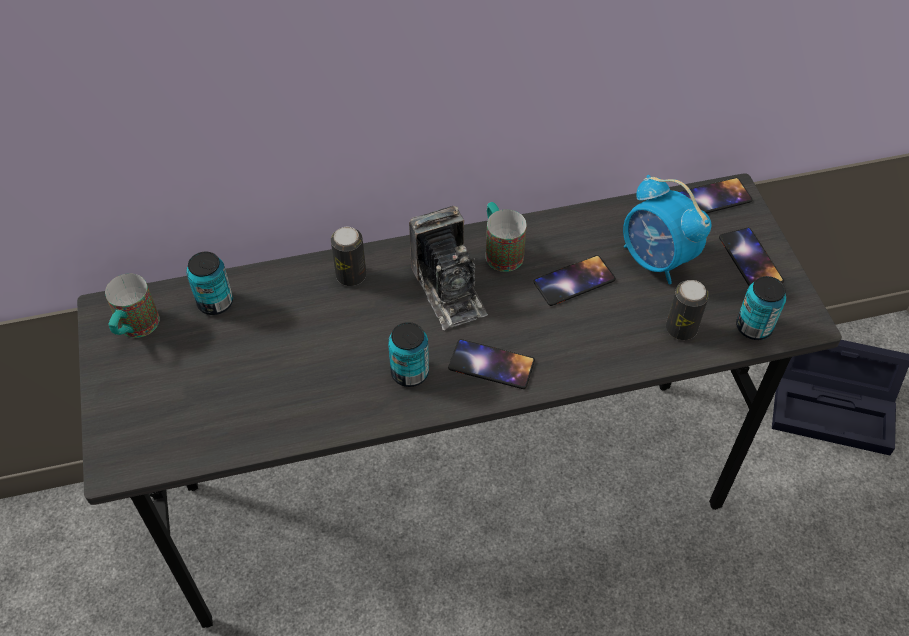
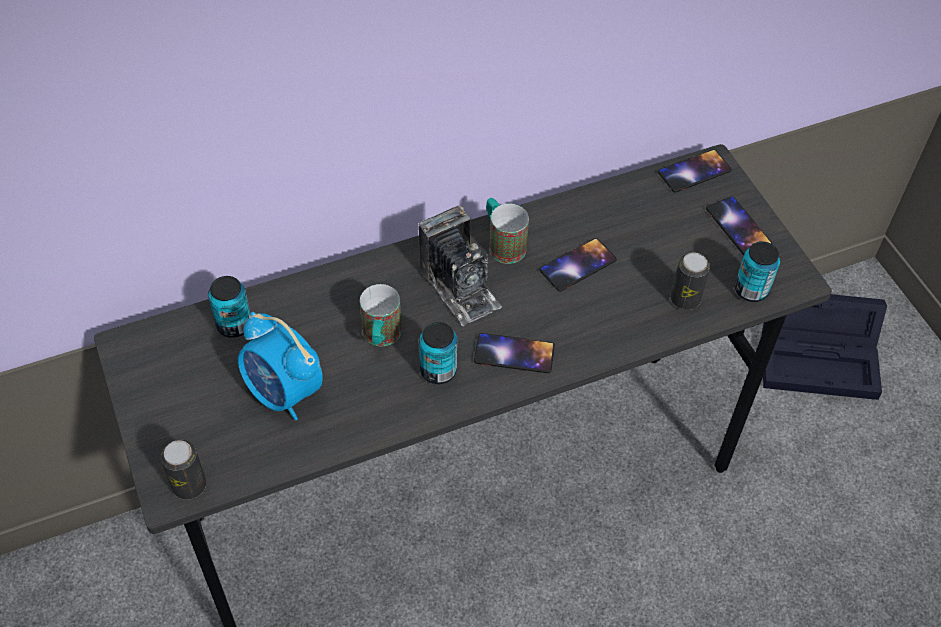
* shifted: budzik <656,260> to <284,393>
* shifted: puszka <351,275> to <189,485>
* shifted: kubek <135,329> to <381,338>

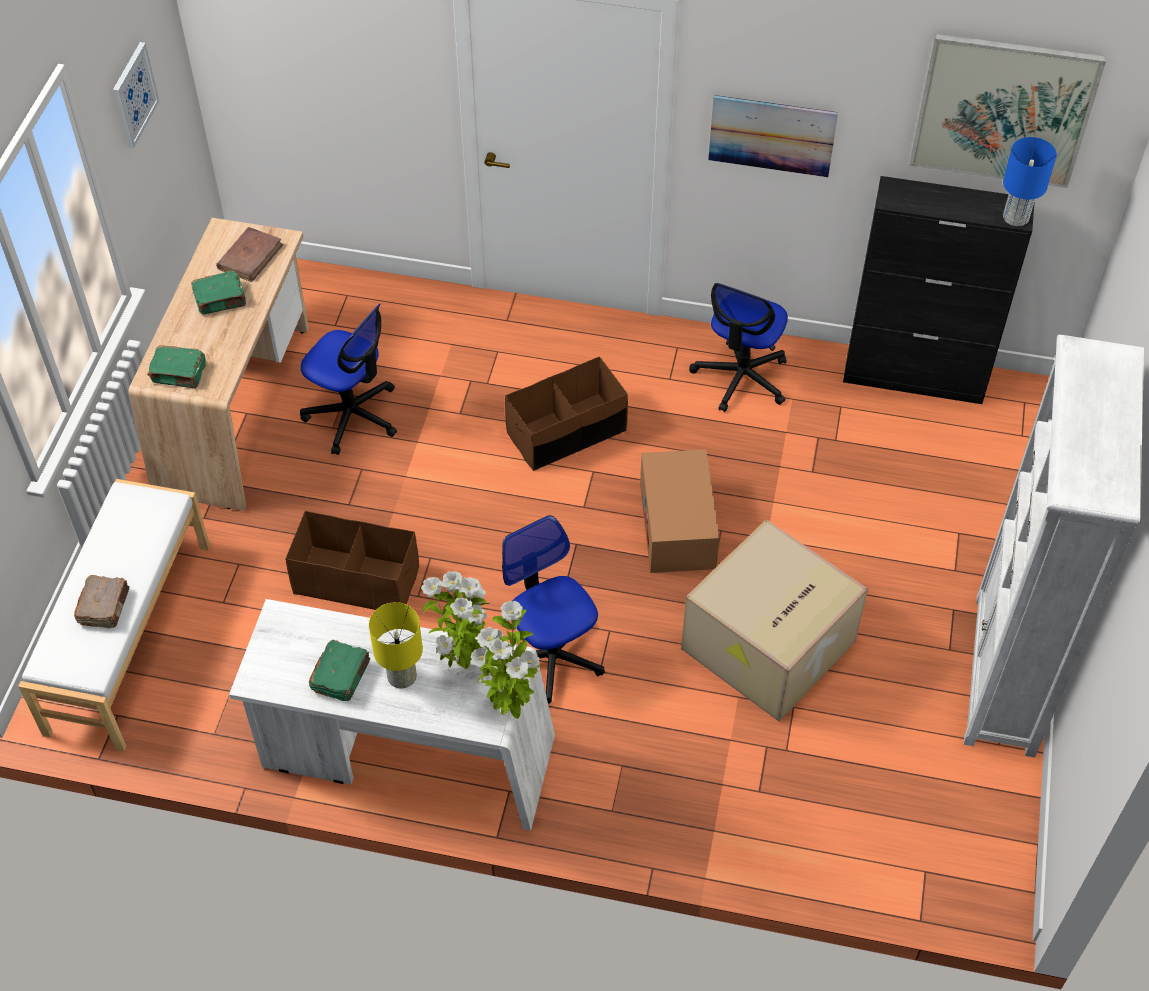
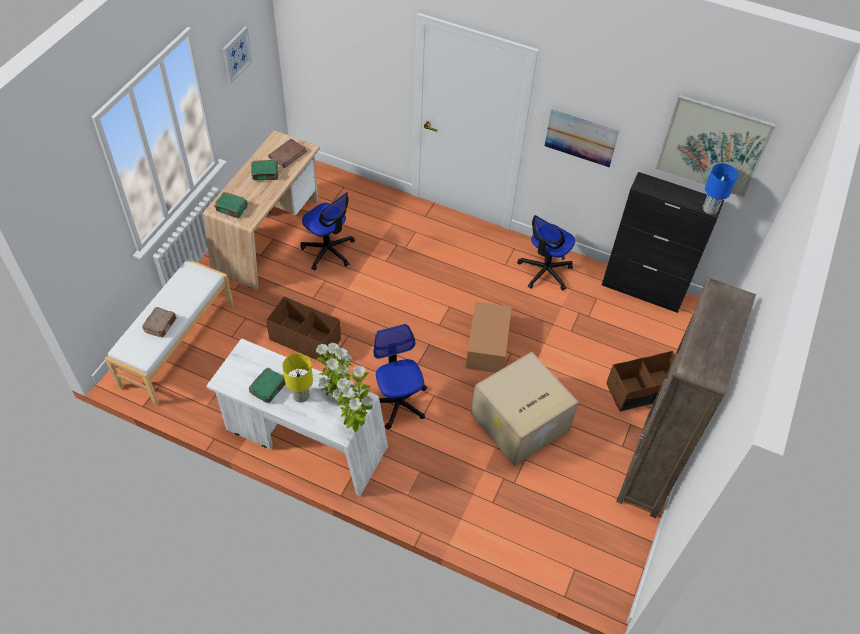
* repainted: regał/biały <1004,675> to regał/brązowy <650,467>
* shifted: pojemnik do przechowywania/brązowy <567,432> to <642,391>

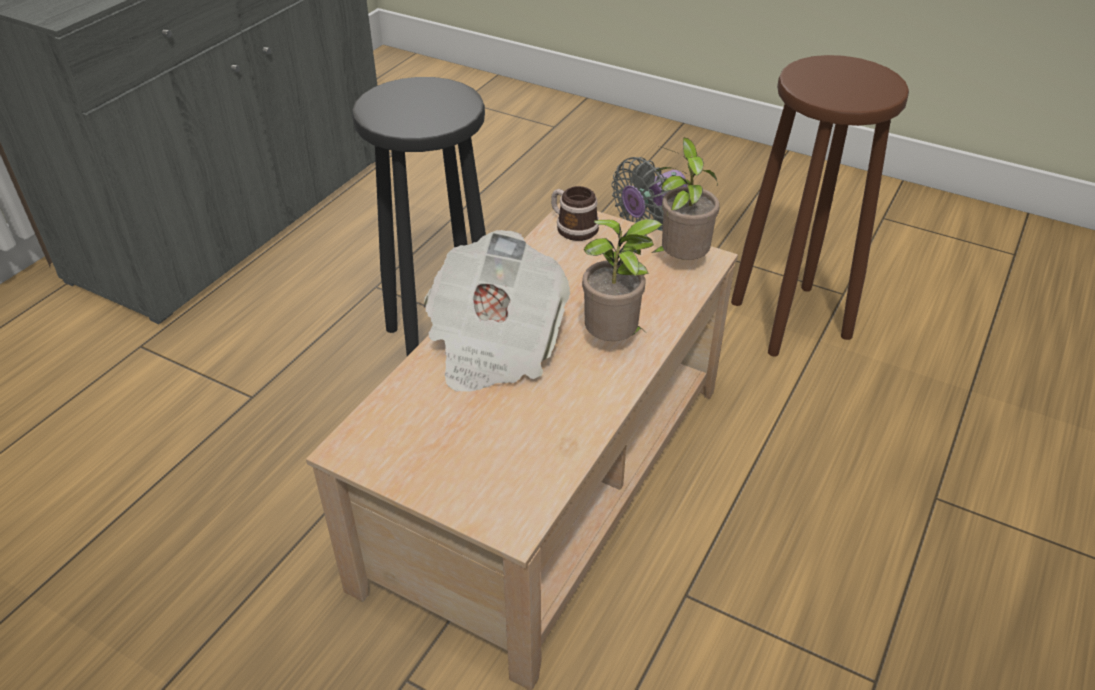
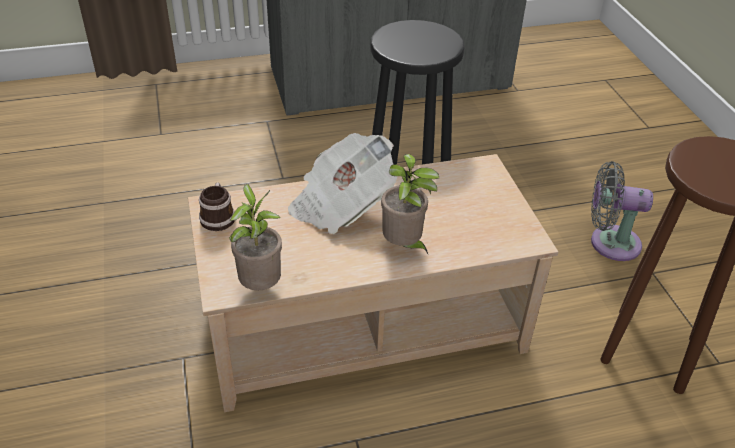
* shifted: roślina doniczkowa <680,261> to <260,285>
* shifted: kubek <572,227> to <218,216>

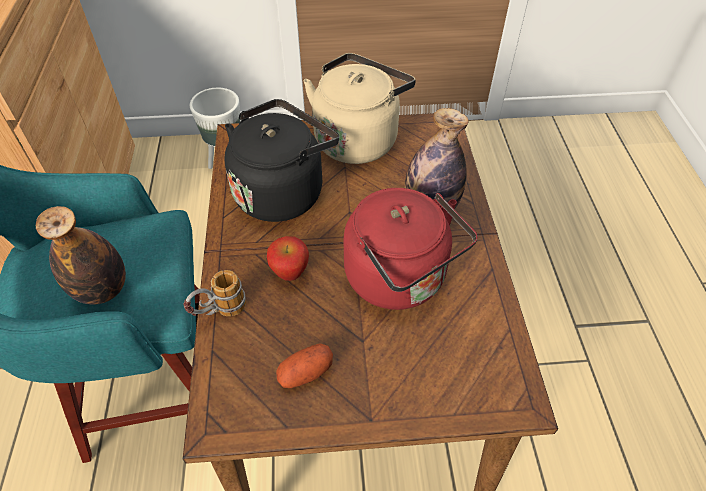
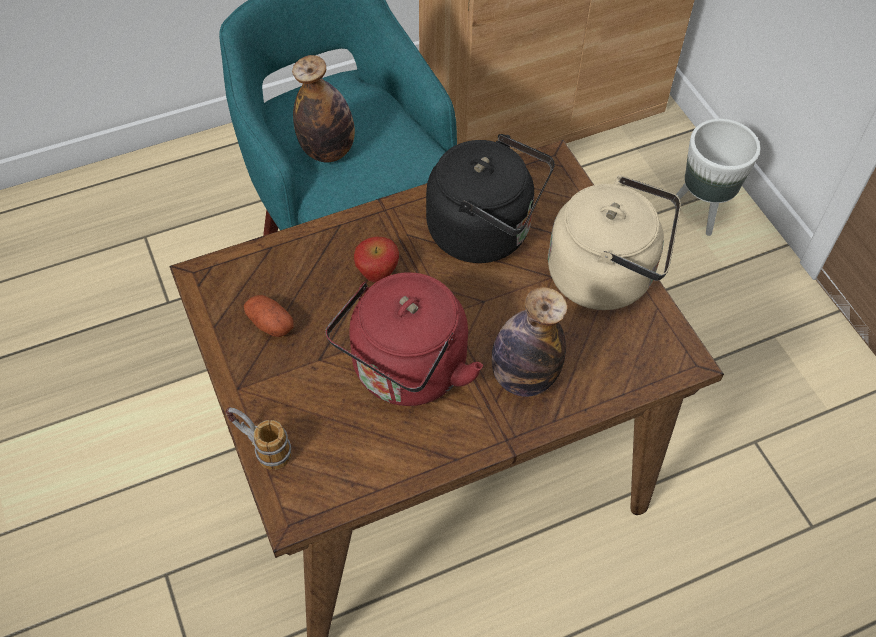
* shifted: kubek <219,312> to <261,447>

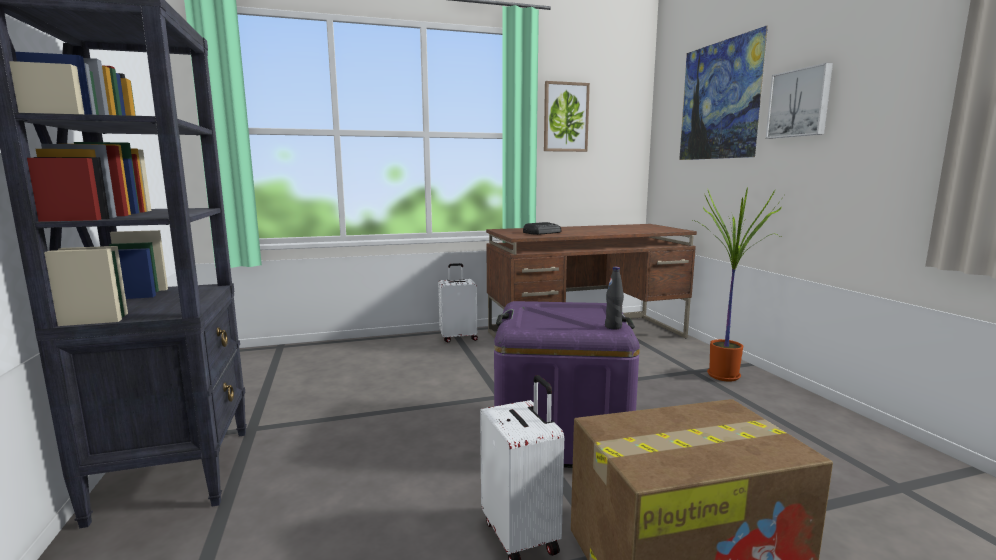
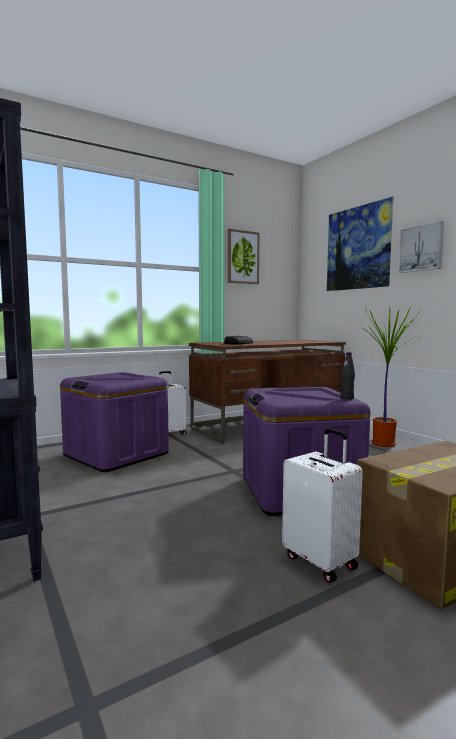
* new: pojemnik do przechowywania/fioletowy <116,454>

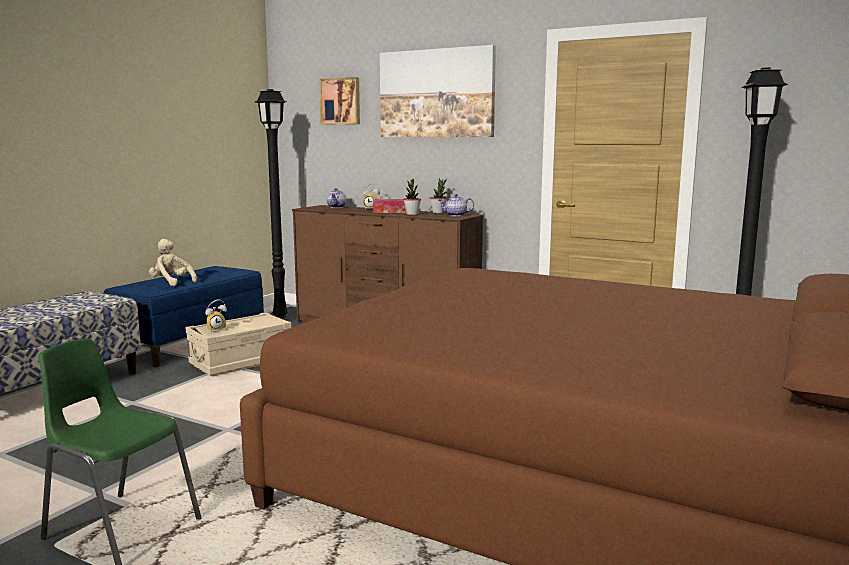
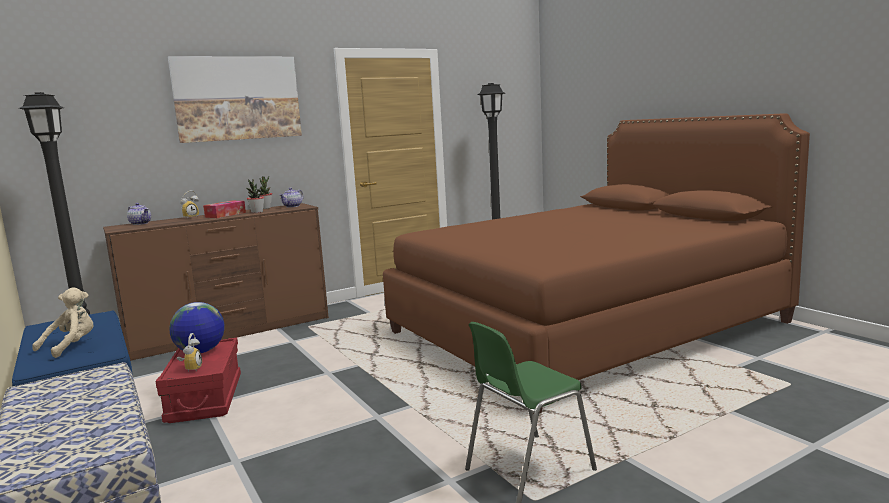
* gone: obraz <341,101>
* rotated: pluszak/beżowy <171,283> = <71,346> 150 degrees clockwise
* repainted: pojemnik do przechowywania/beżowy <241,361> to pojemnik do przechowywania/czerwony <205,398>
* new: globus <200,352>

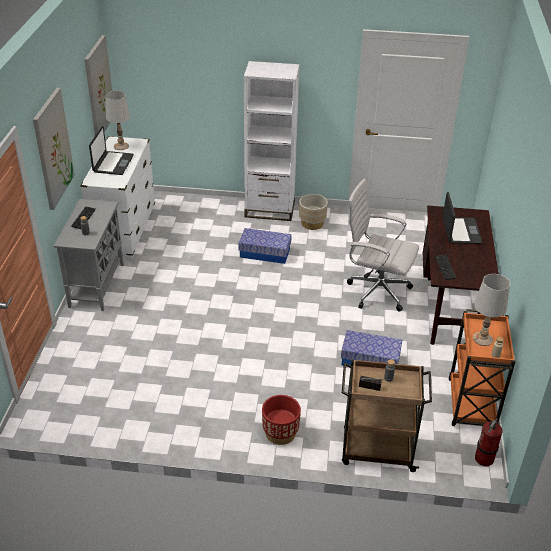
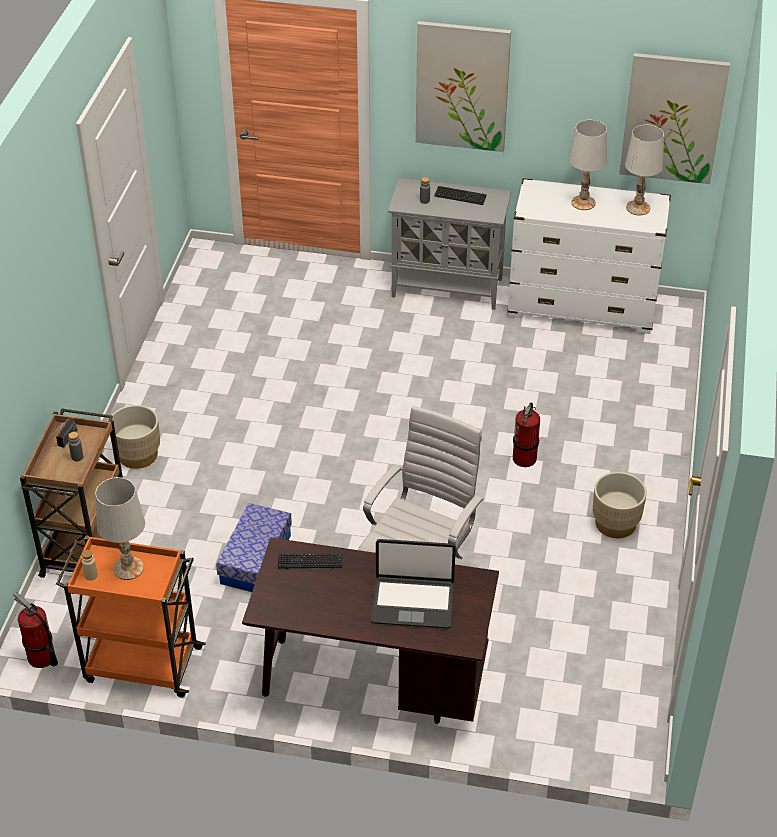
* gone: regał/biały <269,210>
* swapped: laptop <113,164> to lampa stołowa/biały <583,203>
* swapped: pojemnik do przechowywania <265,253> to gaśnica <525,458>
* repainted: donica/czerwony <280,433> to donica/beżowy <138,455>

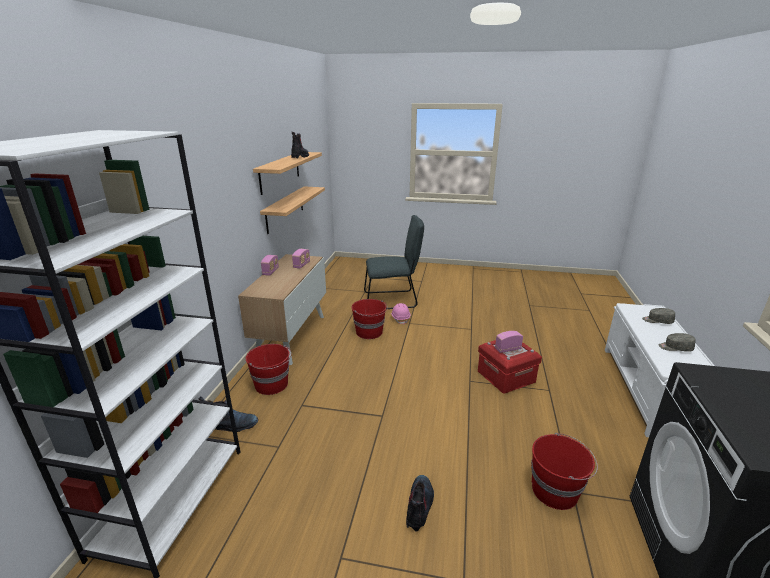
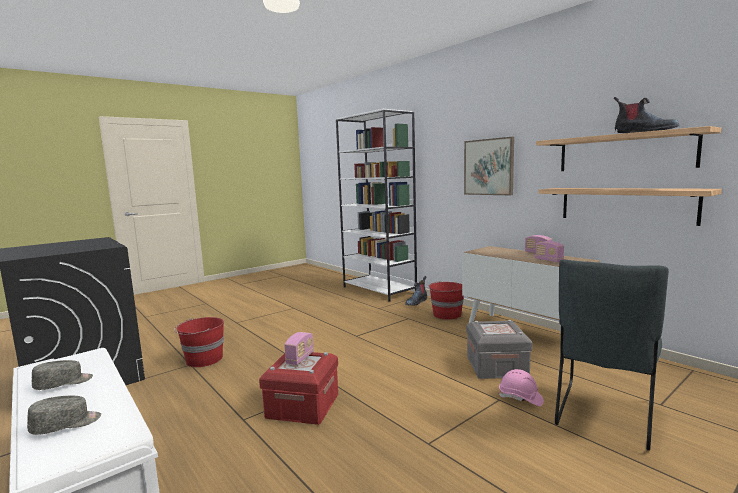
* swapped: wiadro/czerwony <369,332> to pojemnik do przechowywania/szary <496,367>
* gone: but z cholewką <419,506>
* new: obraz <489,167>

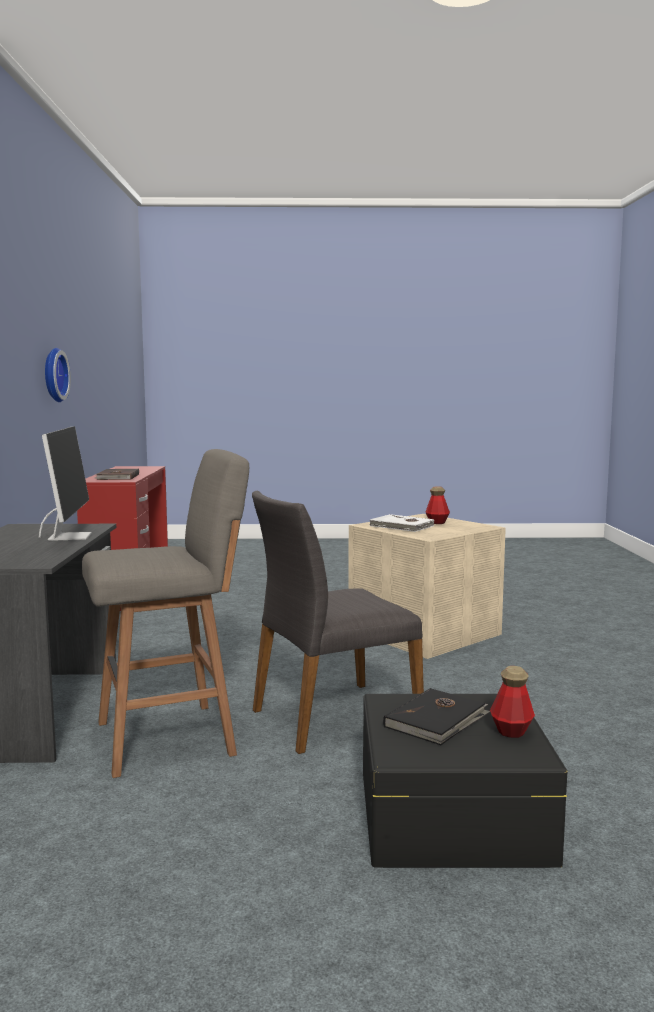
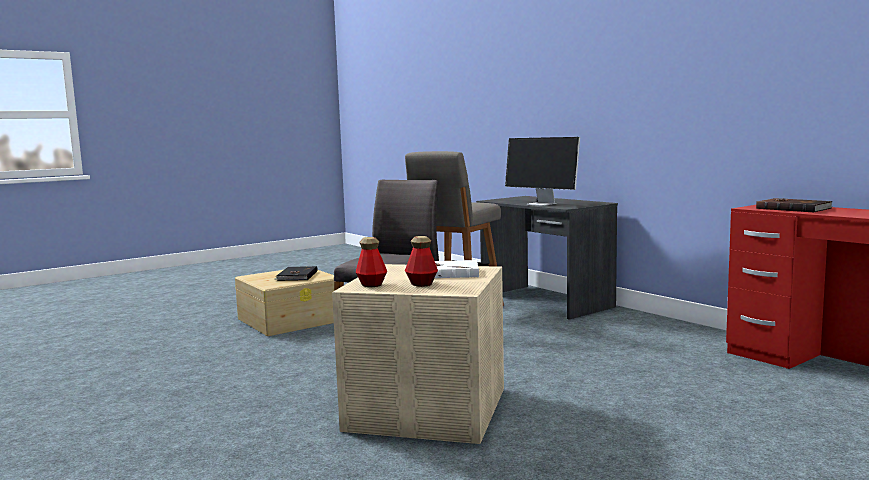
* gone: zegar ścienny <52,375>
* shifted: butelka <511,731> to <371,284>
* repainted: pojemnik do przechowywania/czarny <450,814> to pojemnik do przechowywania/beżowy <291,319>

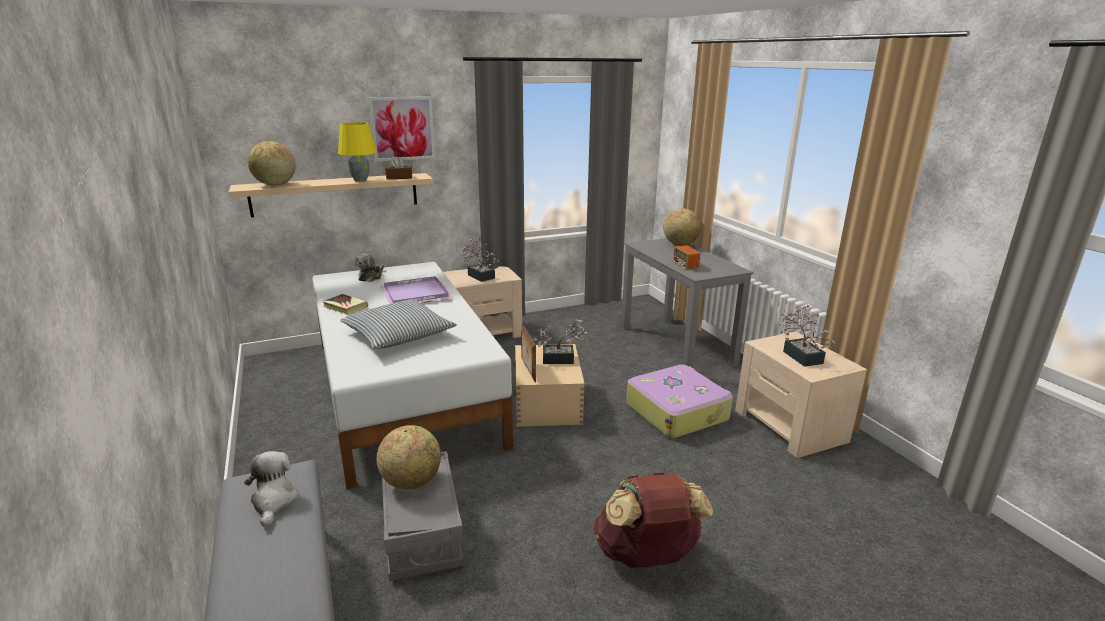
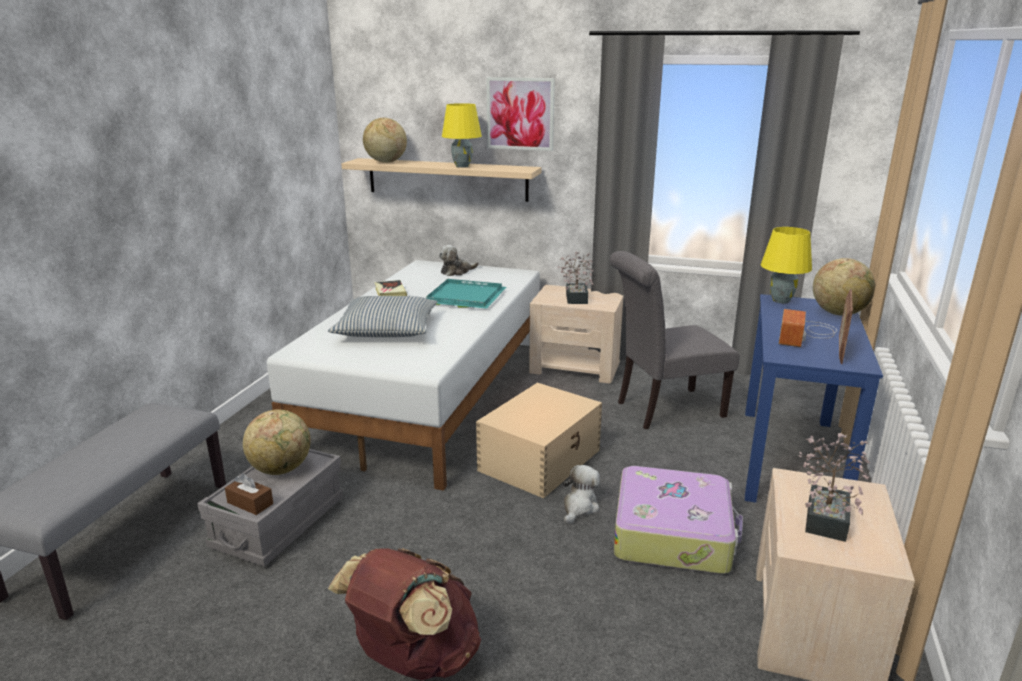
* shifted: pudełko chusteczek/brązowy <399,177> to <250,503>
* repainted: biurko/szary <676,346> to biurko/niebieski <791,458>
* repainted: taca/fioletowy <417,293> to taca/turkusowy <466,297>
* gone: roślina doniczkowa <562,359>
* shifted: ramka na zdjęcie <528,370> to <840,350>
* shifted: pluszak <273,501> to <579,507>
* new: lampa stołowa/żółty <780,300>
* new: krzesło/szary <664,410>

